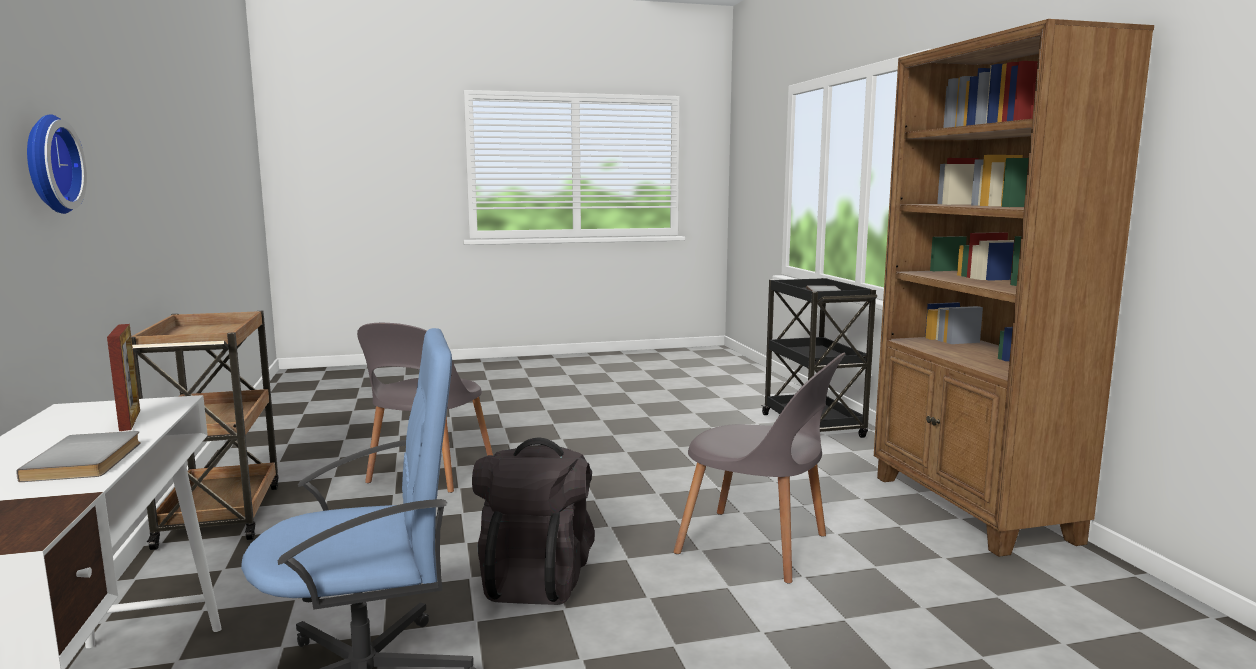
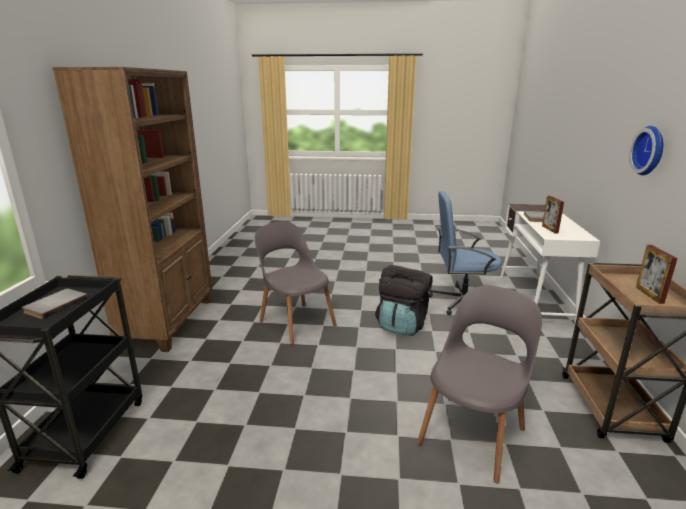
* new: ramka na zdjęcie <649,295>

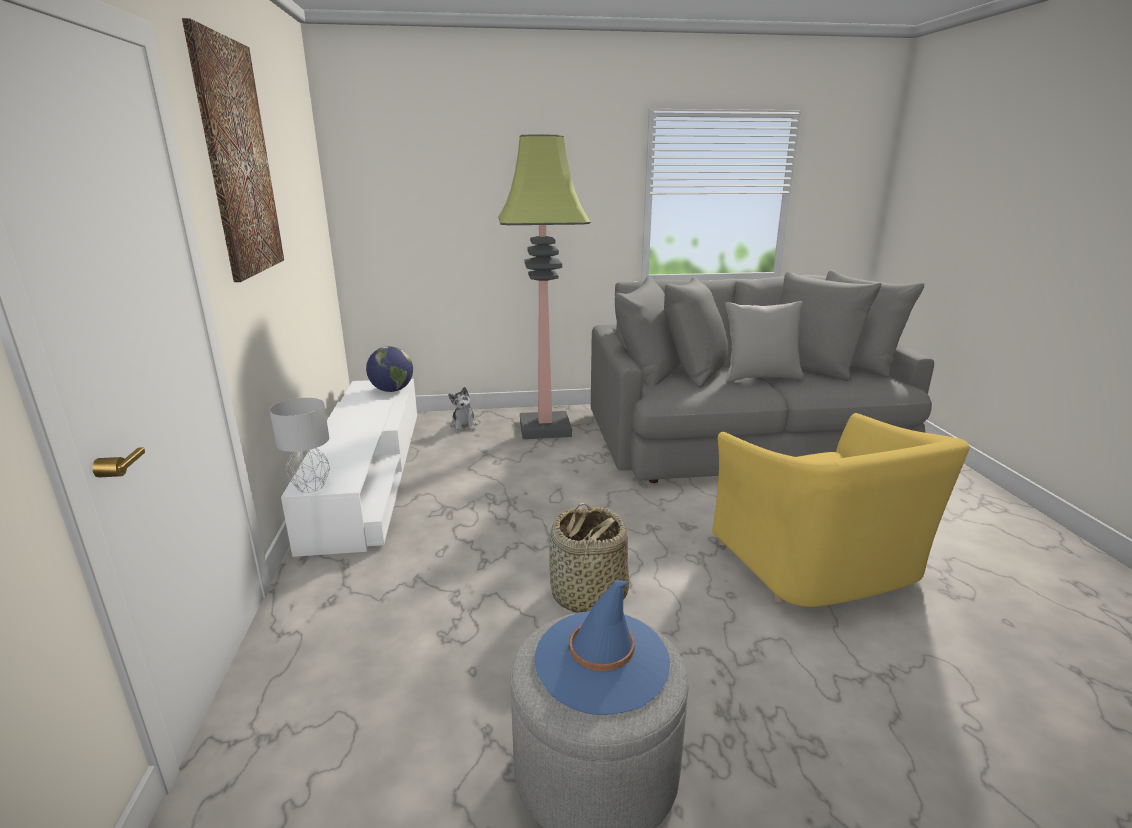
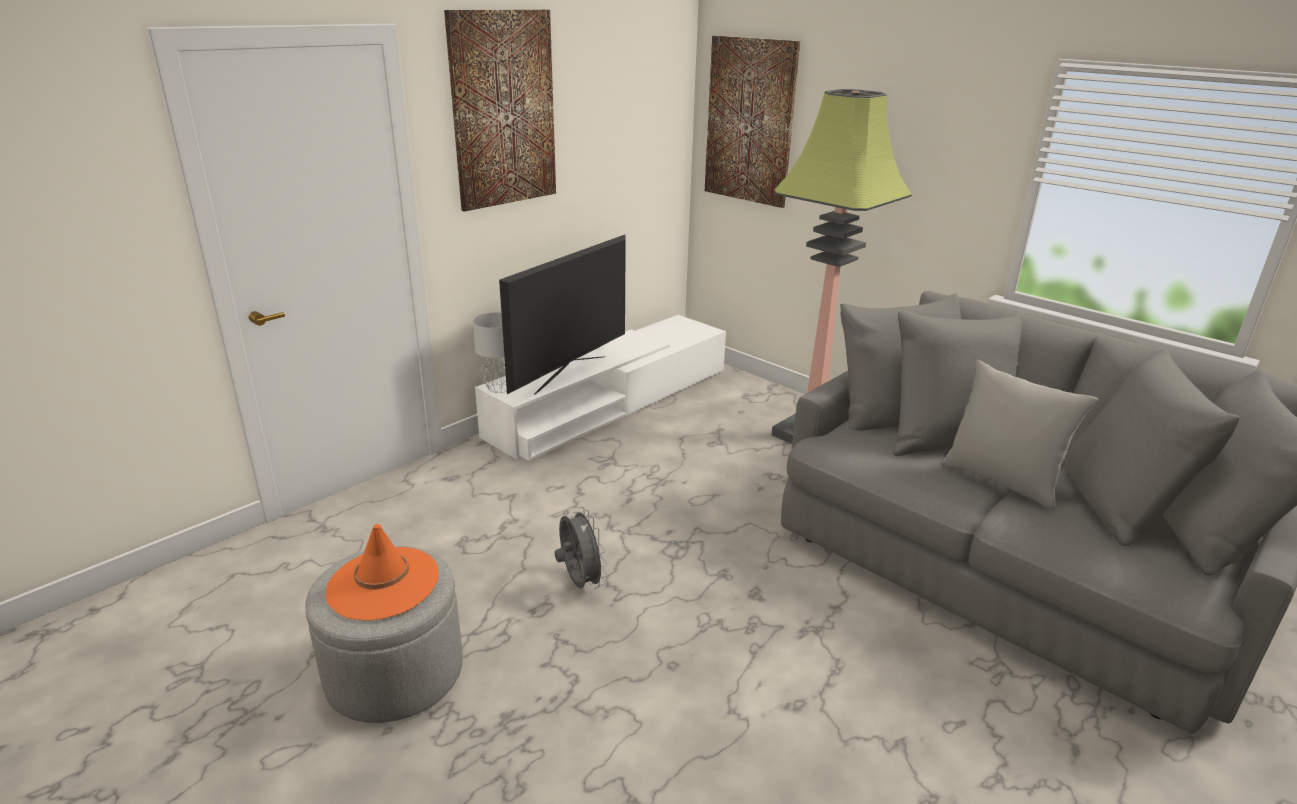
* gone: globus <392,390>
* gone: pluszak <464,425>
* gone: fotel/żółty <818,563>
* swapped: koszyk <588,594> to wentylator/szary <579,582>
* repainted: kapelusz/niebieski <602,660> to kapelusz/pomarańczowy <383,583>
* new: obraz <750,121>
* new: telewizor <570,374>

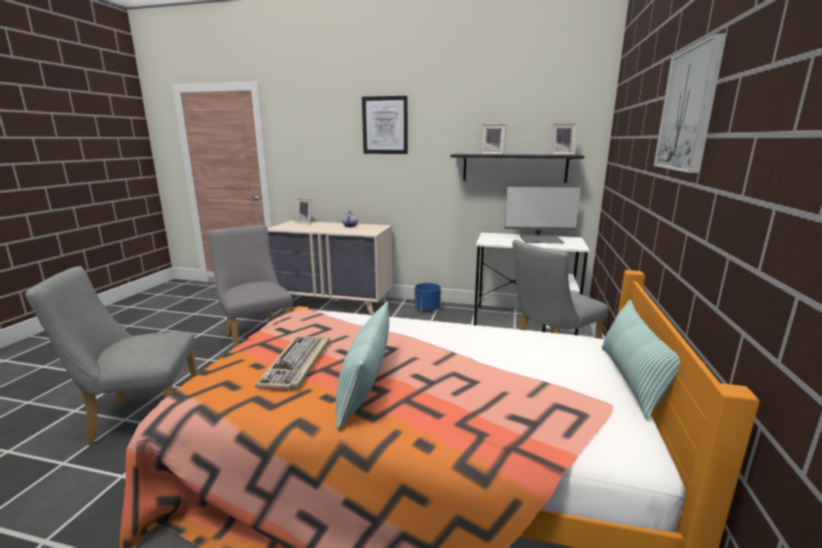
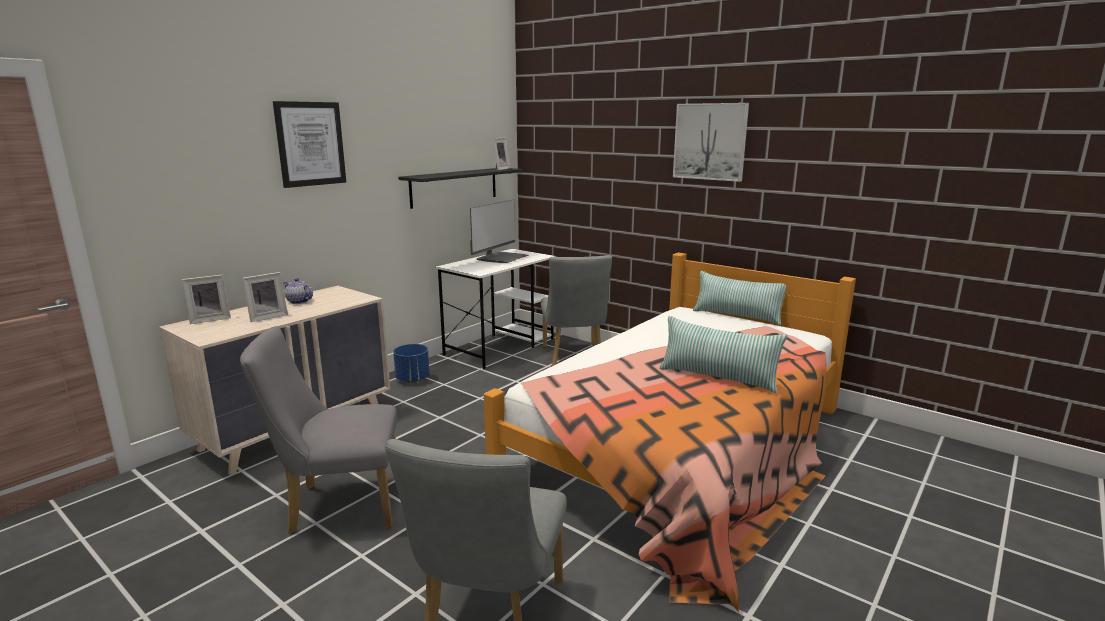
* shifted: ramka na zdjęcie <492,154> to <267,317>
* gone: klawiatura <297,364>

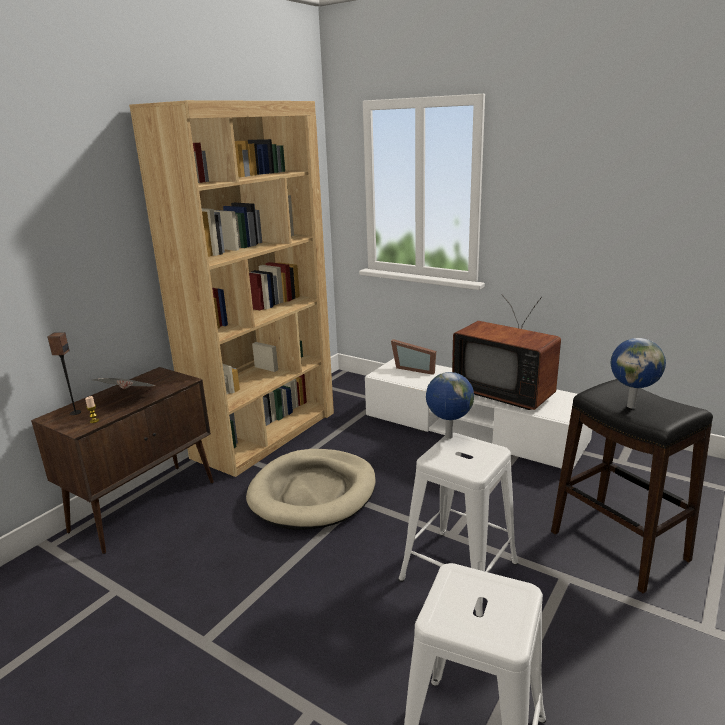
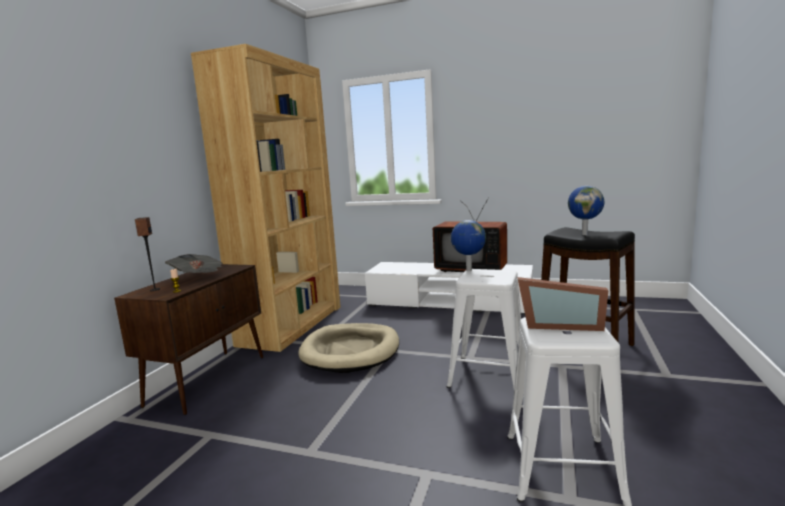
* shifted: ramka na zdjęcie <415,368> to <559,325>

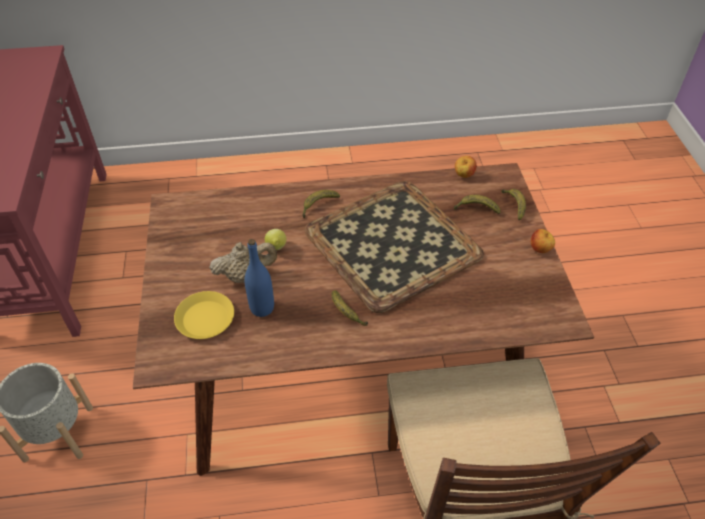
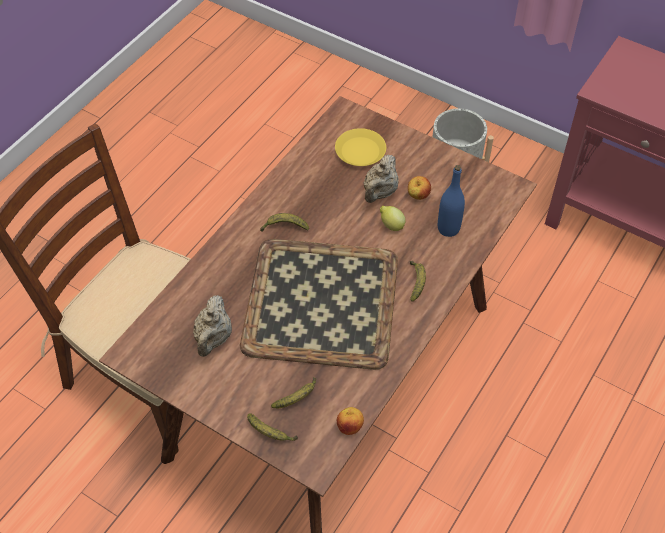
* shifted: jabłko <540,250> to <418,196>
* shifted: butelka/niebieski <262,308> to <448,229>
* new: imbryk/beżowy <213,338>

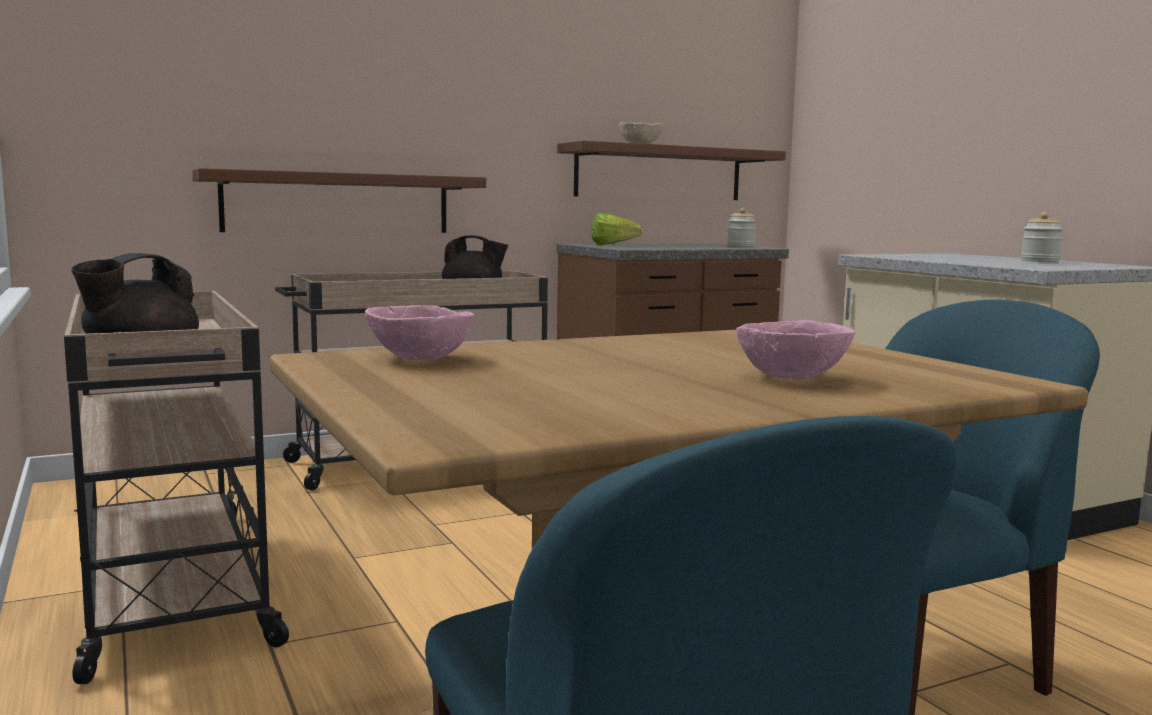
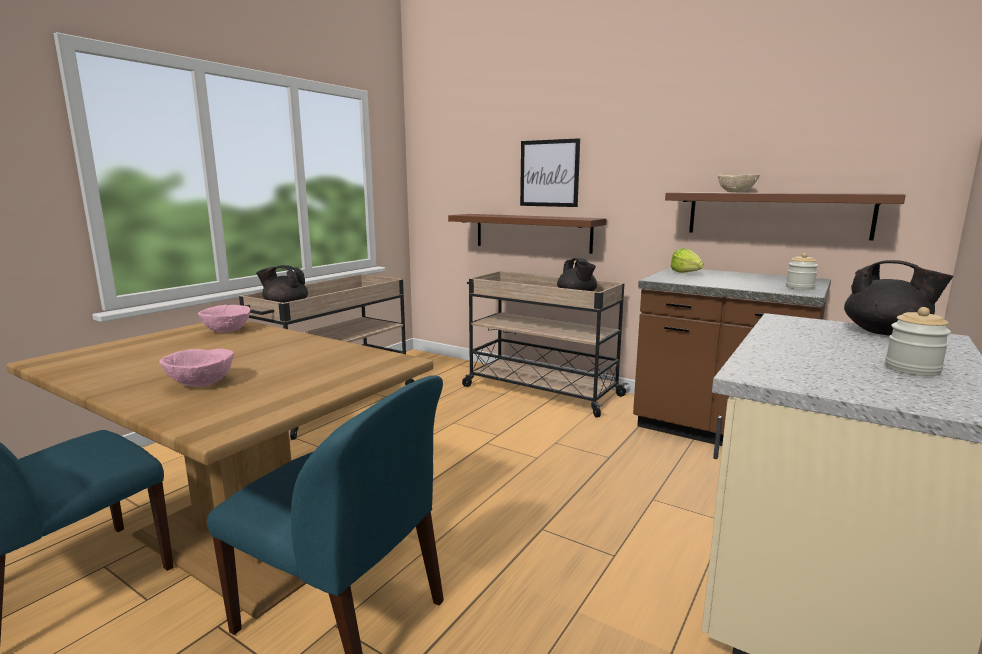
* new: obraz <549,173>
* new: imbryk/czarny <886,333>

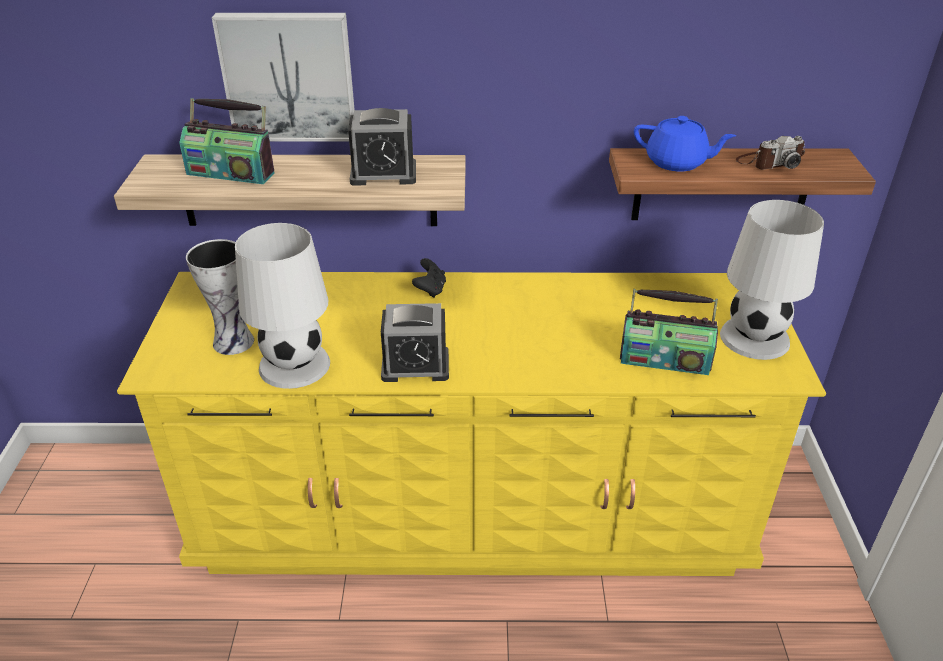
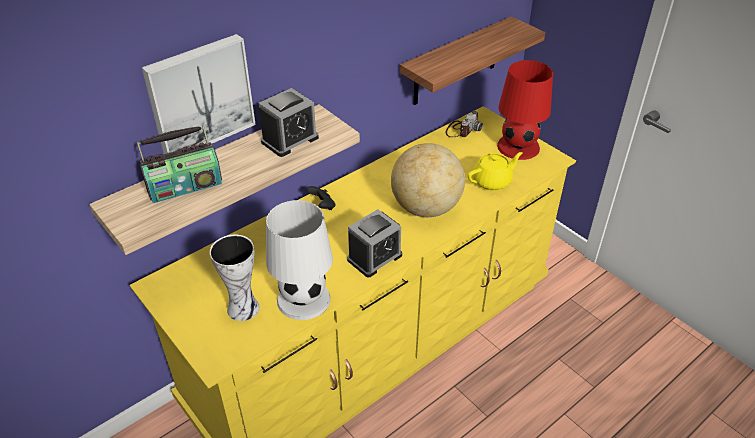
* gone: imbryk/niebieski <677,163>
* shifted: aparat fotograficzny <769,162> to <462,129>
* repainted: lampa stołowa/biały <753,338> to lampa stołowa/czerwony <517,147>
* swapped: radio <664,359> to imbryk/żółty <492,181>
* new: globus <425,208>

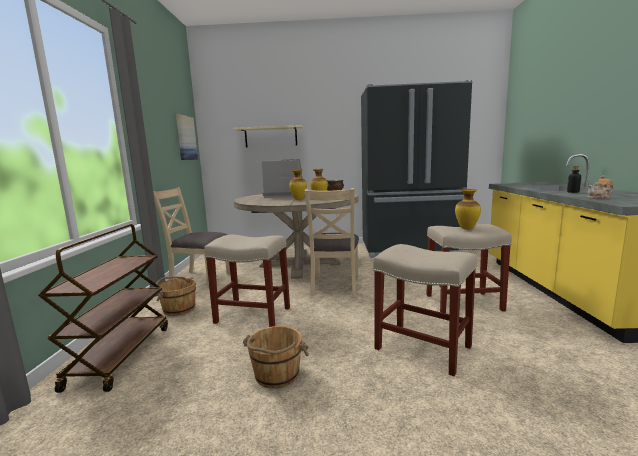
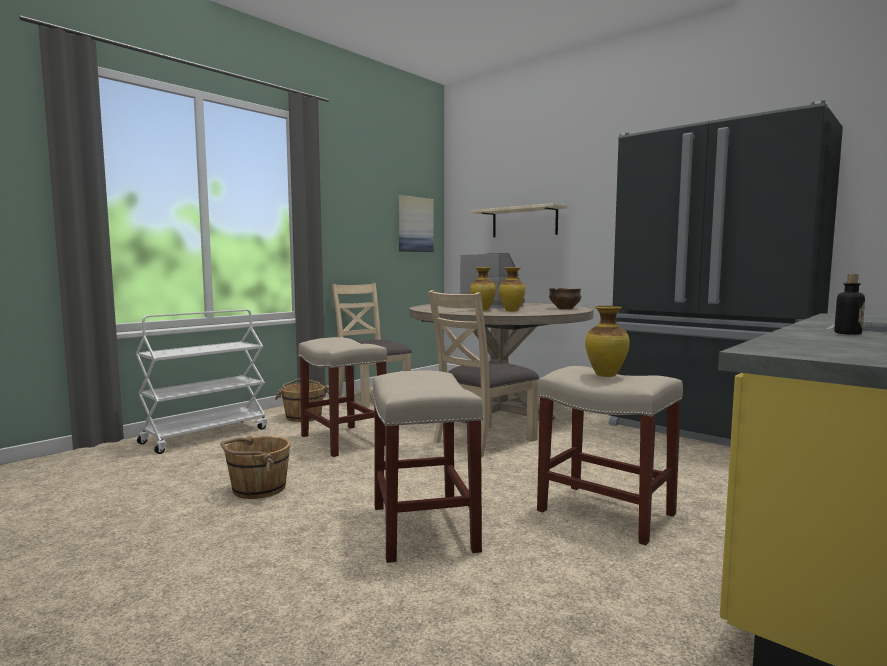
* gone: imbryk <599,197>
* repainted: wózek/brązowy <120,355> to wózek/biały <206,435>

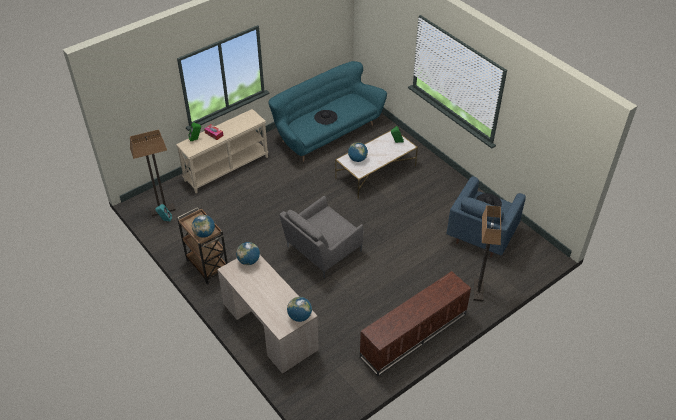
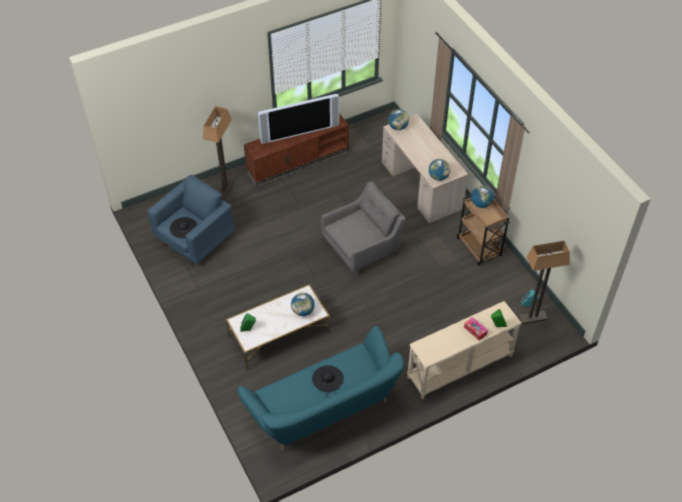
* new: telewizor <299,132>

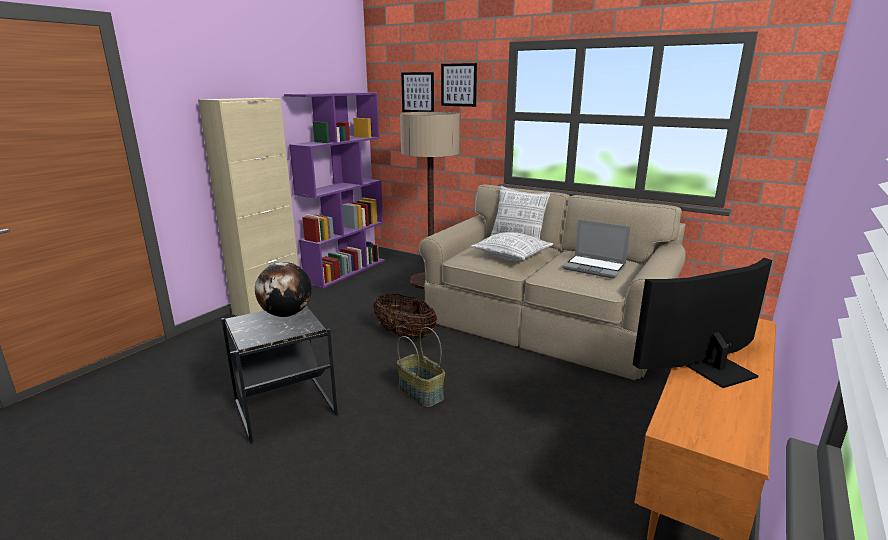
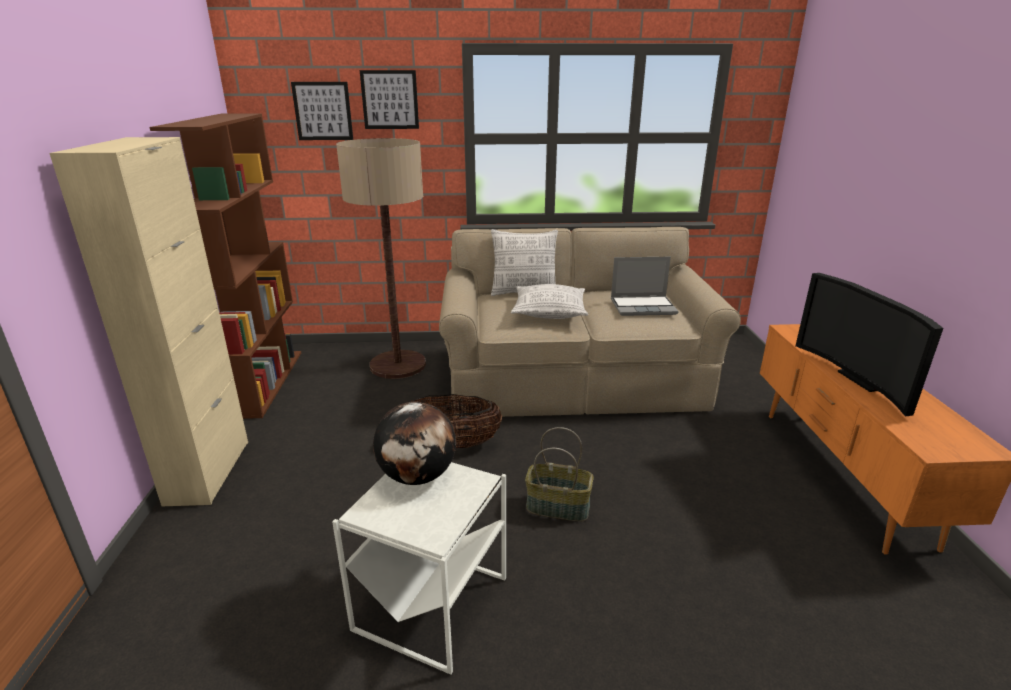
* repainted: regał/fioletowy <346,271> to regał/brązowy <264,382>
* rotated: telewizor <712,366> = <863,379> 45 degrees counterclockwise
* repainted: stolik/czarny <286,408> to stolik/biały <433,603>

